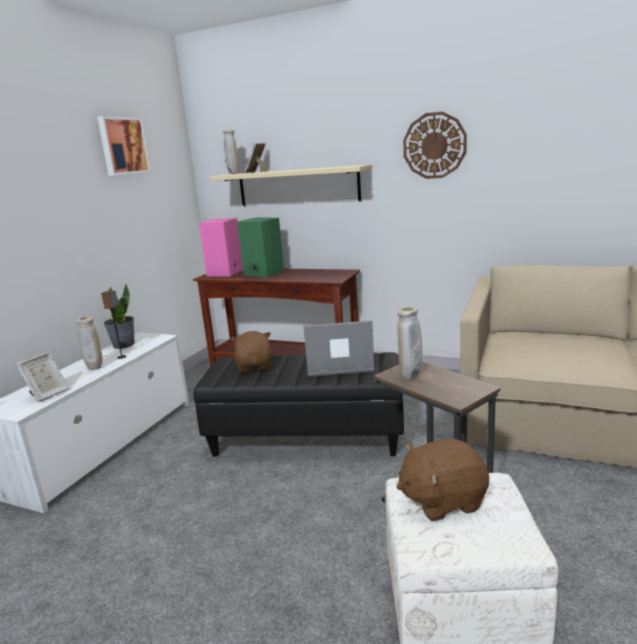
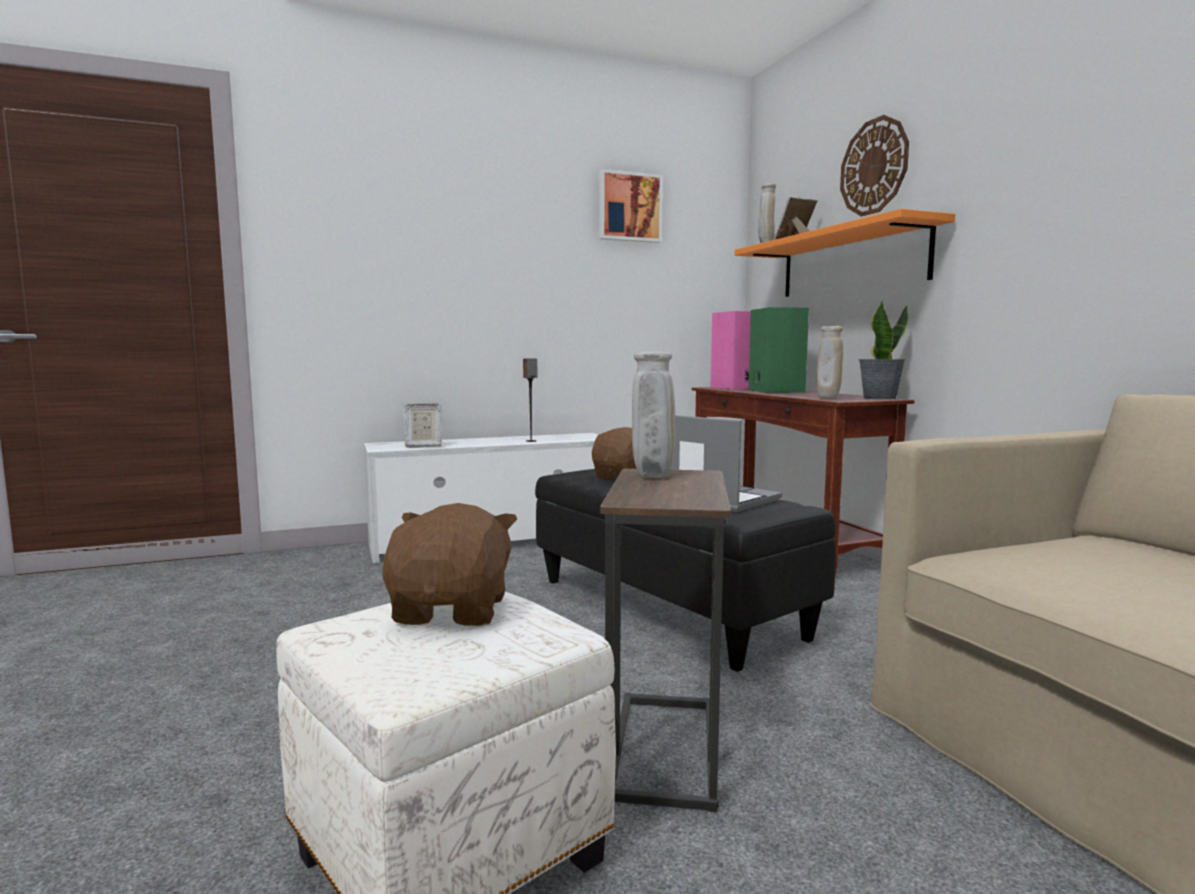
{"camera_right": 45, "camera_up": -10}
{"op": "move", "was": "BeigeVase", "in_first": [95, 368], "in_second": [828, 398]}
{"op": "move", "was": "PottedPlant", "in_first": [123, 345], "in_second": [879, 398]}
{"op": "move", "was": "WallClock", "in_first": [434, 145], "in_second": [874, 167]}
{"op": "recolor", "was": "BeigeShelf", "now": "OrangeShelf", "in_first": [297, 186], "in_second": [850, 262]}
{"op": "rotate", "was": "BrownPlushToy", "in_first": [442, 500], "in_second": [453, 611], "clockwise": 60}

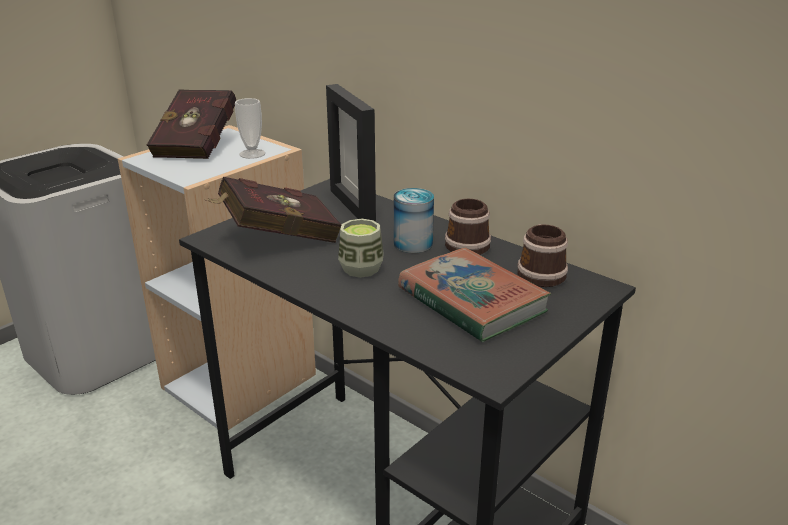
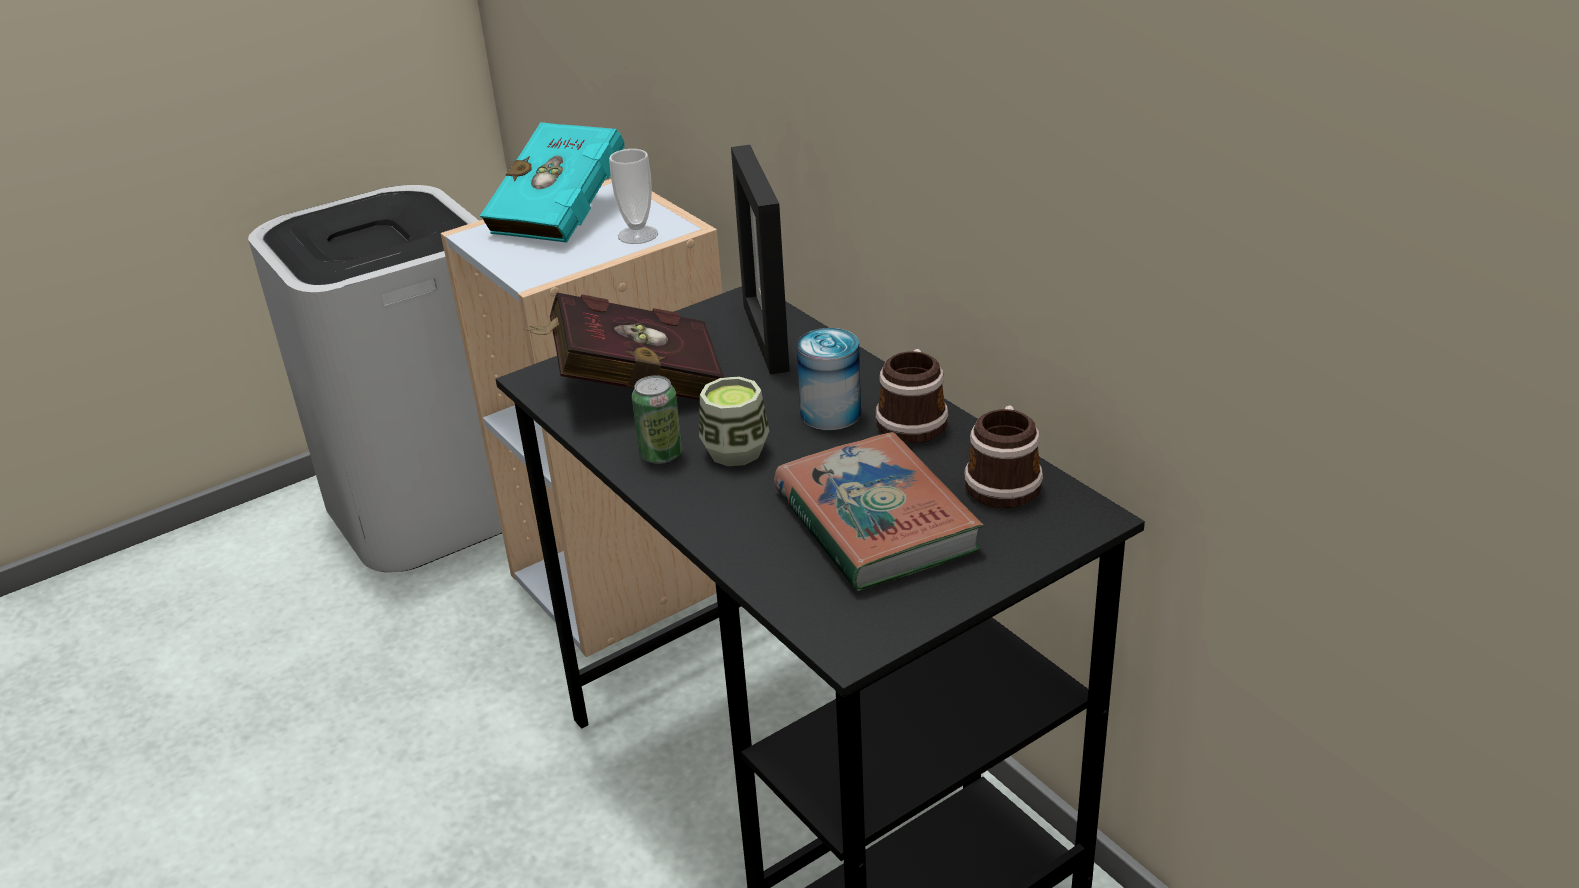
{"camera_right": 15, "camera_up": 5}
{"op": "insert", "now": "Can", "in_second": [661, 454]}
{"op": "recolor", "was": "RedBook", "now": "TurquoiseBook", "in_first": [199, 145], "in_second": [565, 214]}

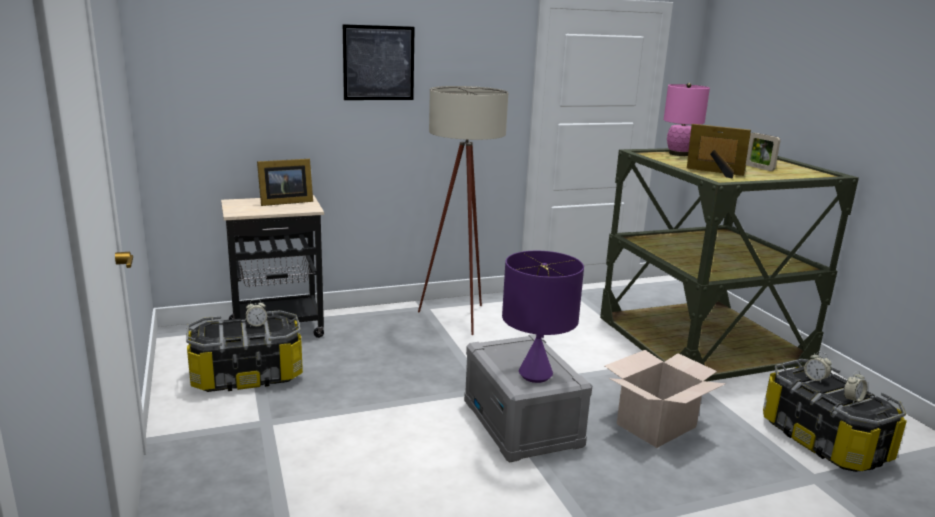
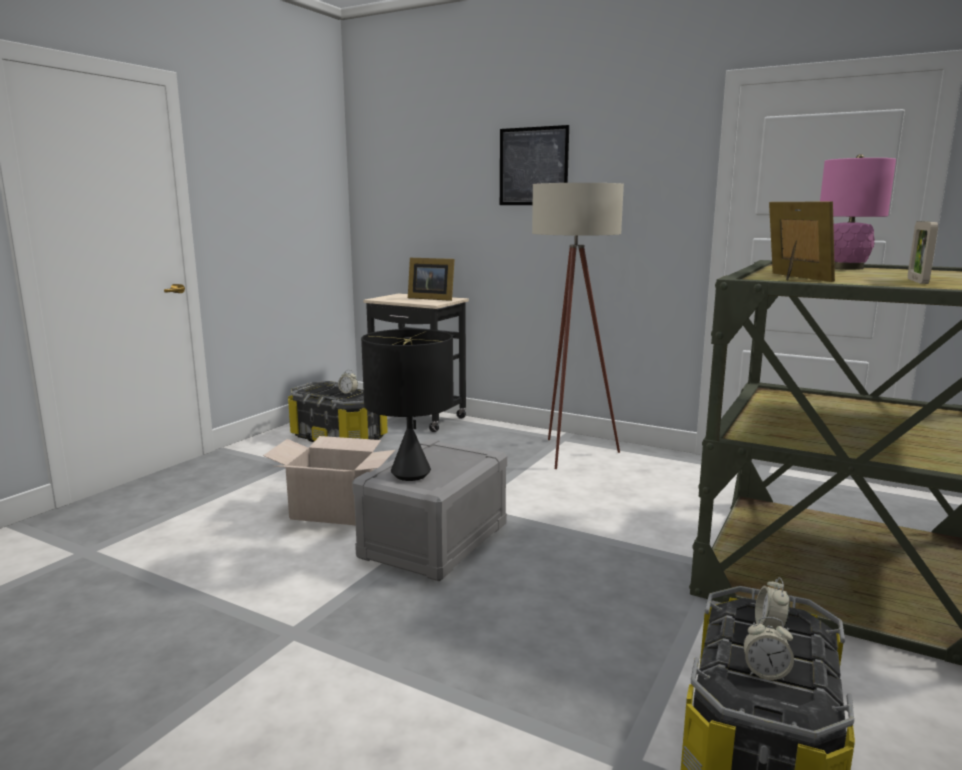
{"camera_right": 50, "camera_up": -5}
{"op": "move", "was": "CardboardBox", "in_first": [656, 426], "in_second": [332, 511]}
{"op": "recolor", "was": "PurpleTableLamp", "now": "BlackTableLamp", "in_first": [535, 376], "in_second": [410, 475]}

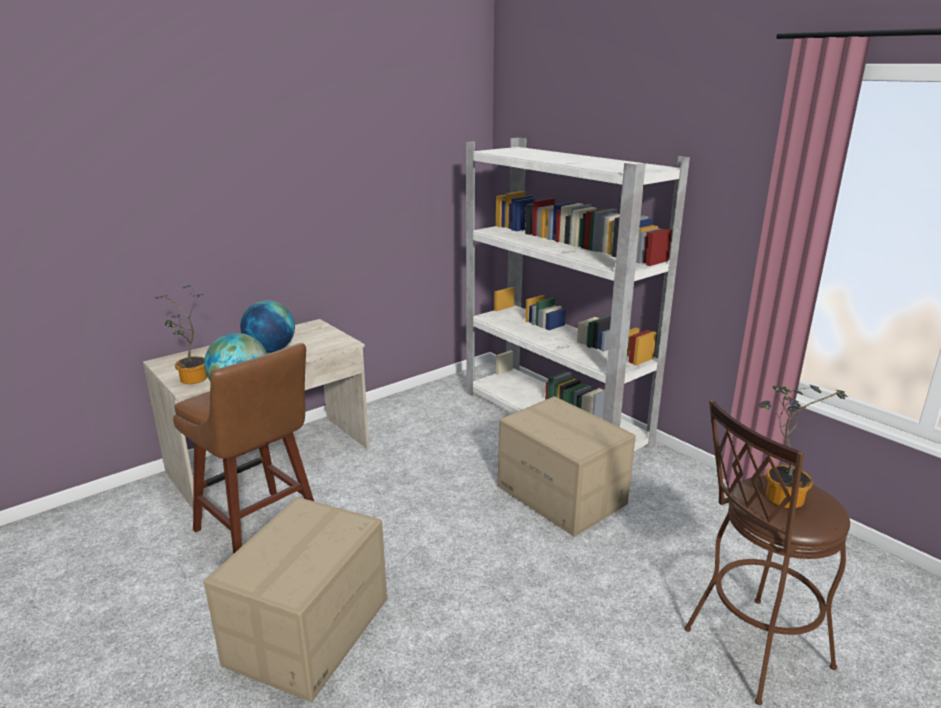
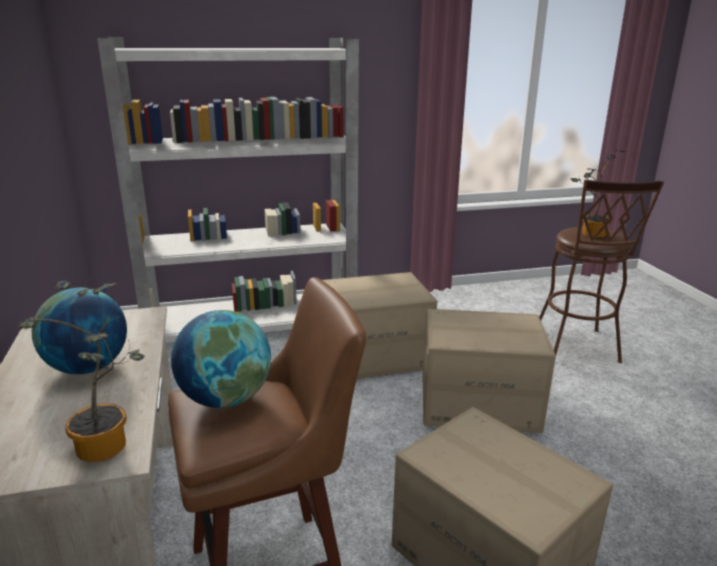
{"camera_right": -65, "camera_up": 0}
{"op": "insert", "now": "CardboardBox", "in_second": [479, 403]}

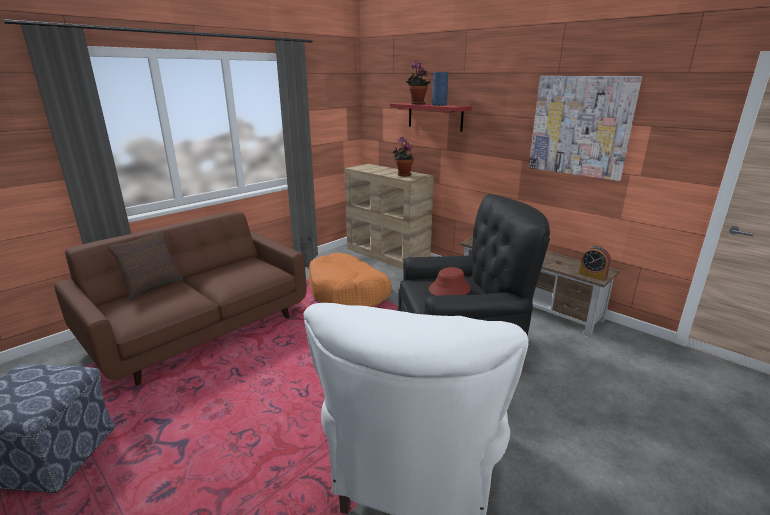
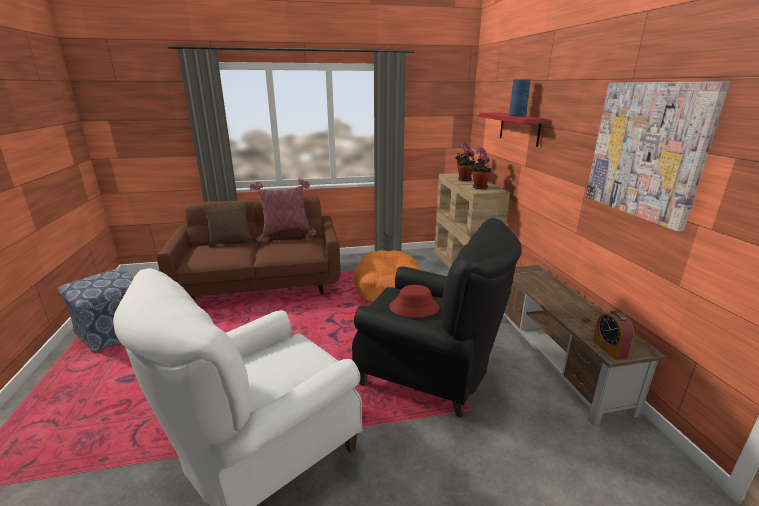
{"camera_right": 35, "camera_up": 0}
{"op": "insert", "now": "RedPillow", "in_second": [286, 238]}
{"op": "move", "was": "PottedPlant", "in_first": [416, 104], "in_second": [463, 179]}

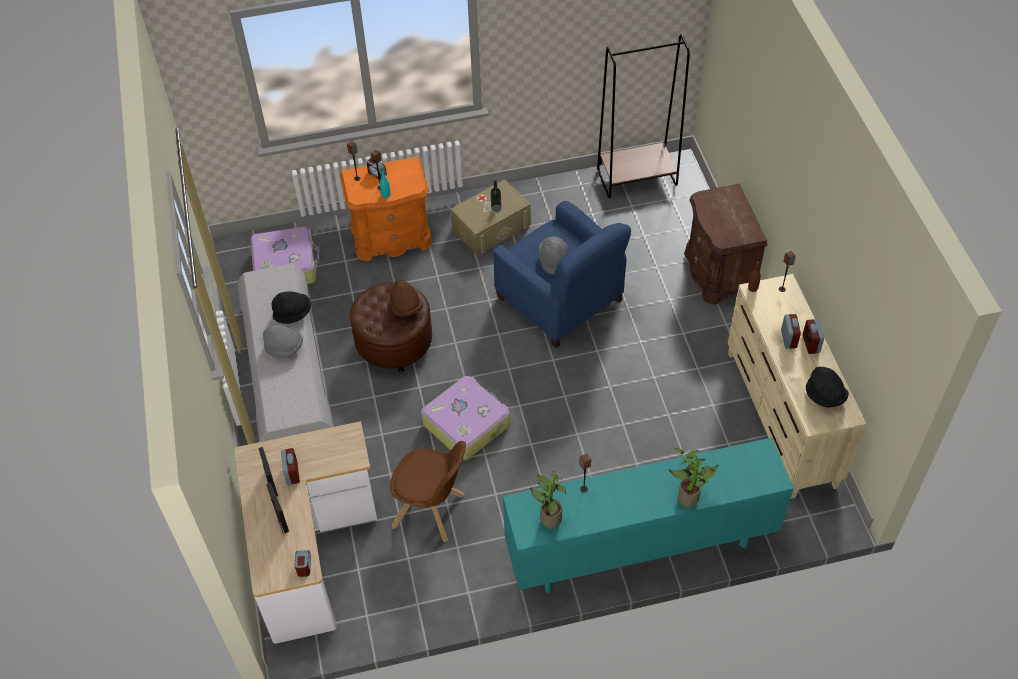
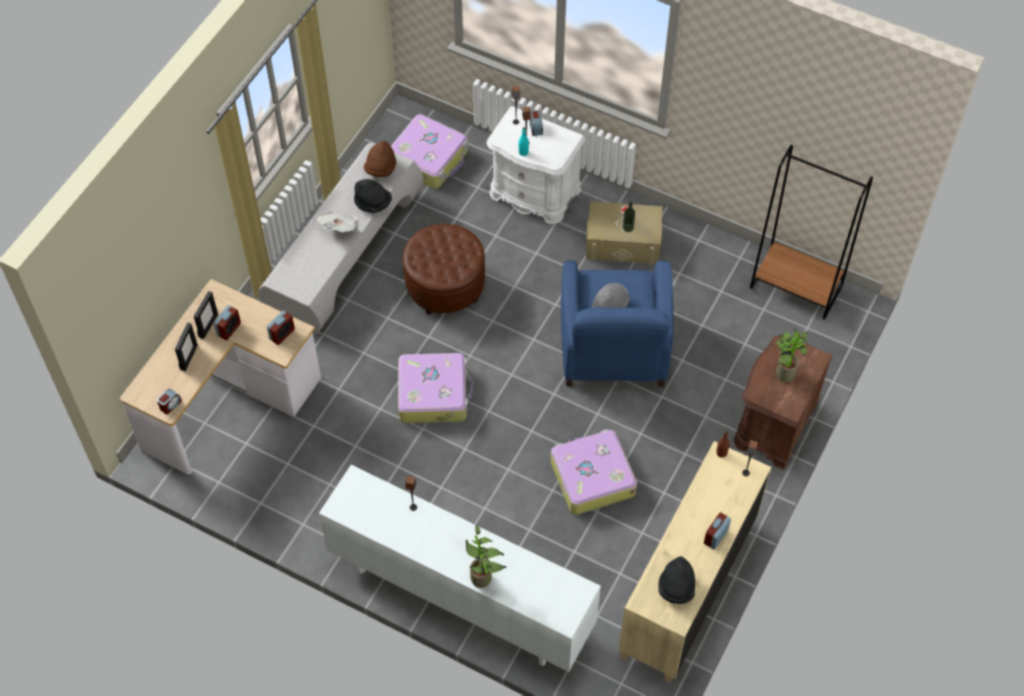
{"camera_right": 40, "camera_up": 5}
{"op": "delete", "was": "BrownChair", "in_first": [432, 511]}
{"op": "insert", "now": "Suitcase", "in_second": [591, 477]}
{"op": "move", "was": "BrownHat", "in_first": [405, 308], "in_second": [381, 168]}
{"op": "move", "was": "PottedPlant", "in_first": [548, 519], "in_second": [784, 371]}
{"op": "move", "was": "AlarmClock", "in_first": [788, 339], "in_second": [282, 334]}
{"op": "replace", "was": "GreyHat", "now": "Newspaper", "in_first": [284, 348], "in_second": [340, 228]}
{"op": "recolor", "was": "OrangeNightstand", "now": "WhiteNightstand", "in_first": [392, 238], "in_second": [533, 194]}
{"op": "recolor", "was": "TurquoiseCabinet", "now": "WhiteCabinet", "in_first": [640, 549], "in_second": [460, 598]}

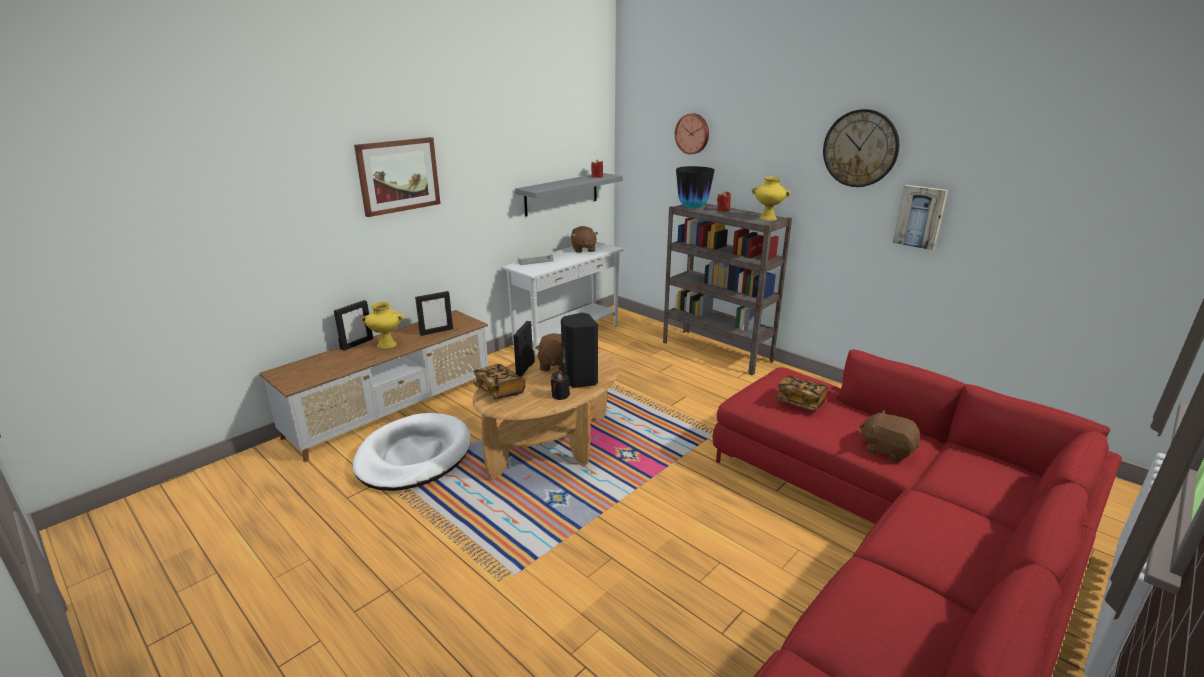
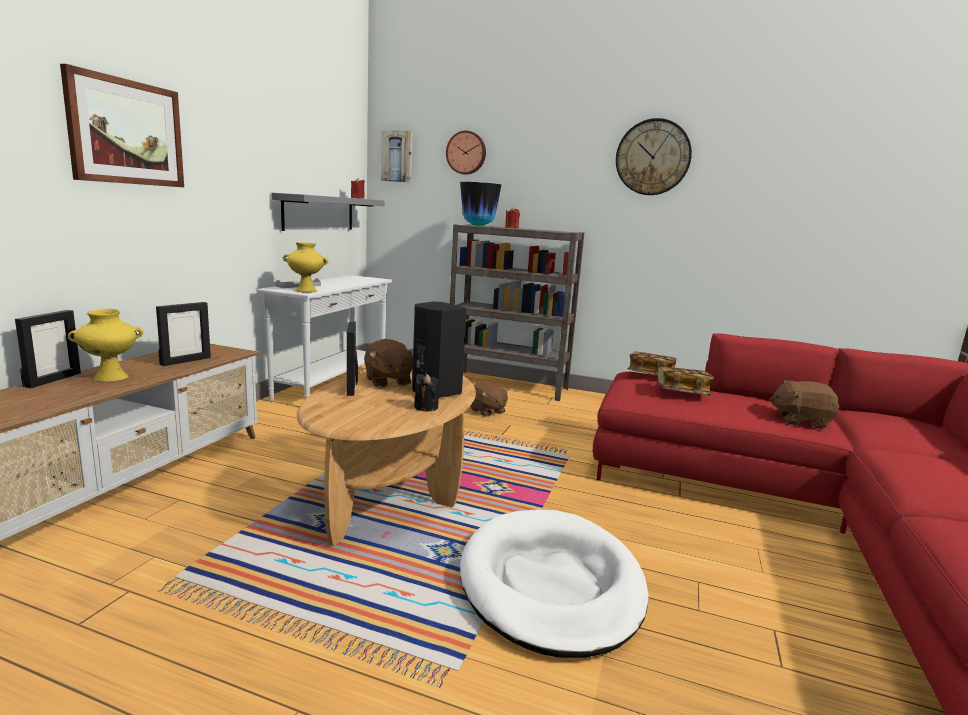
{"camera_right": -25, "camera_up": -10}
{"op": "move", "was": "WhiteDogBed", "in_first": [414, 456], "in_second": [550, 584]}
{"op": "move", "was": "Book", "in_first": [499, 391], "in_second": [650, 375]}
{"op": "move", "was": "BrownPlushToy", "in_first": [583, 249], "in_second": [487, 411]}
{"op": "move", "was": "YellowVase", "in_first": [768, 218], "in_second": [307, 291]}
{"op": "move", "was": "Picture", "in_first": [920, 216], "in_second": [397, 156]}

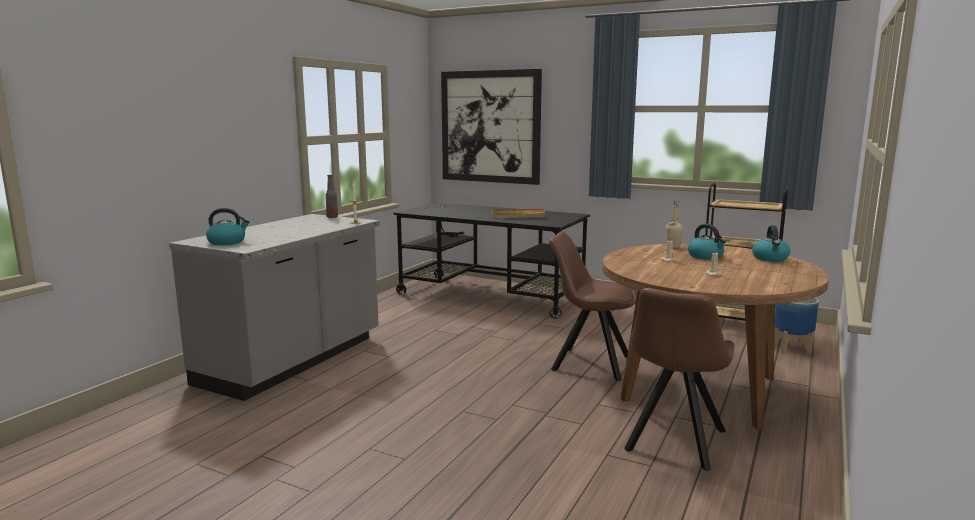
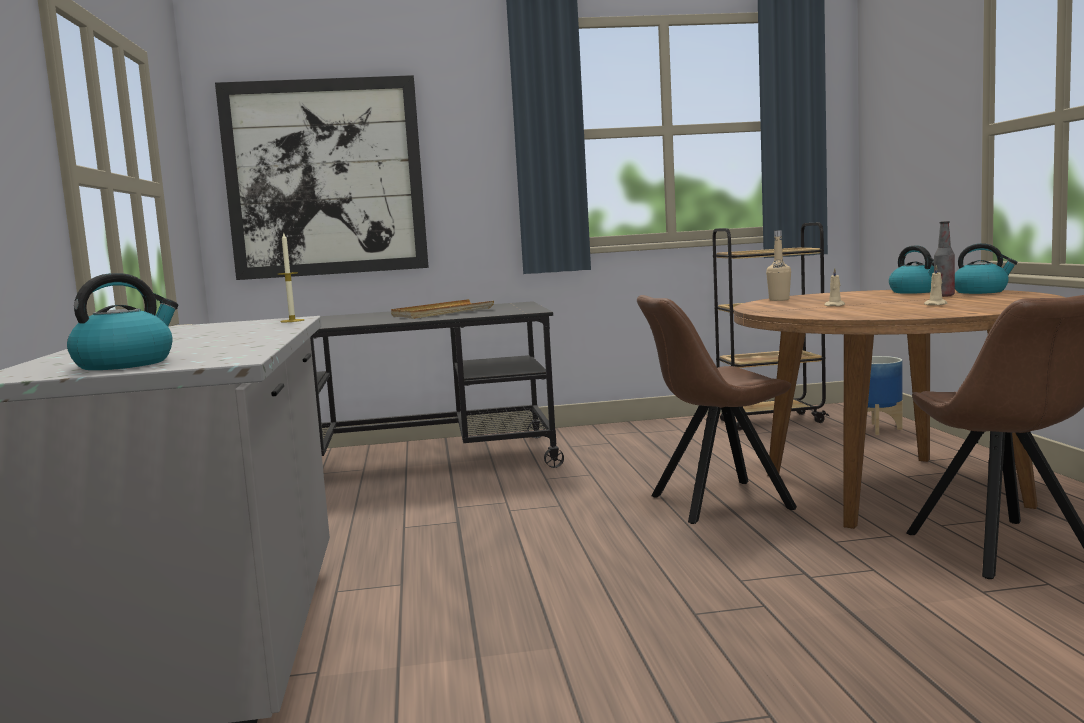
{"camera_right": -35, "camera_up": -5}
{"op": "move", "was": "Bottle", "in_first": [332, 217], "in_second": [944, 296]}
{"op": "move", "was": "Kettle", "in_first": [706, 256], "in_second": [981, 291]}

